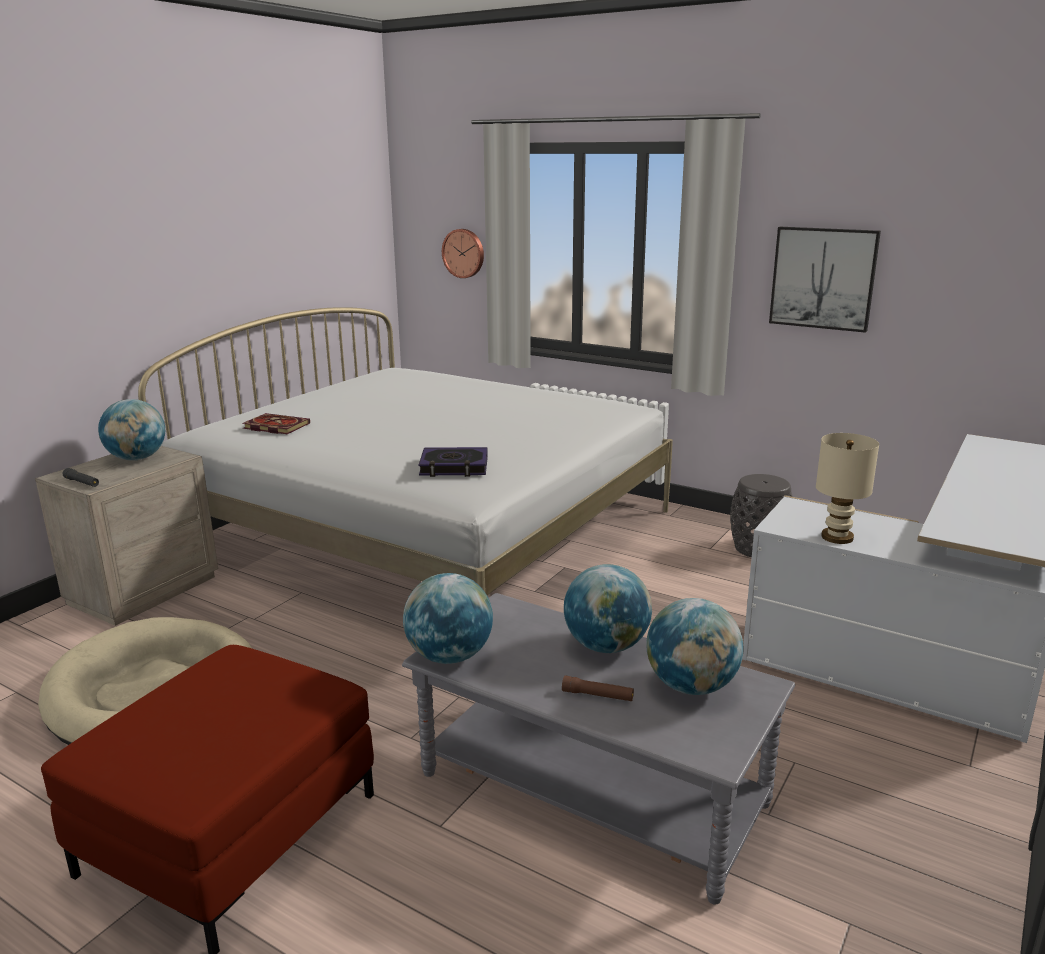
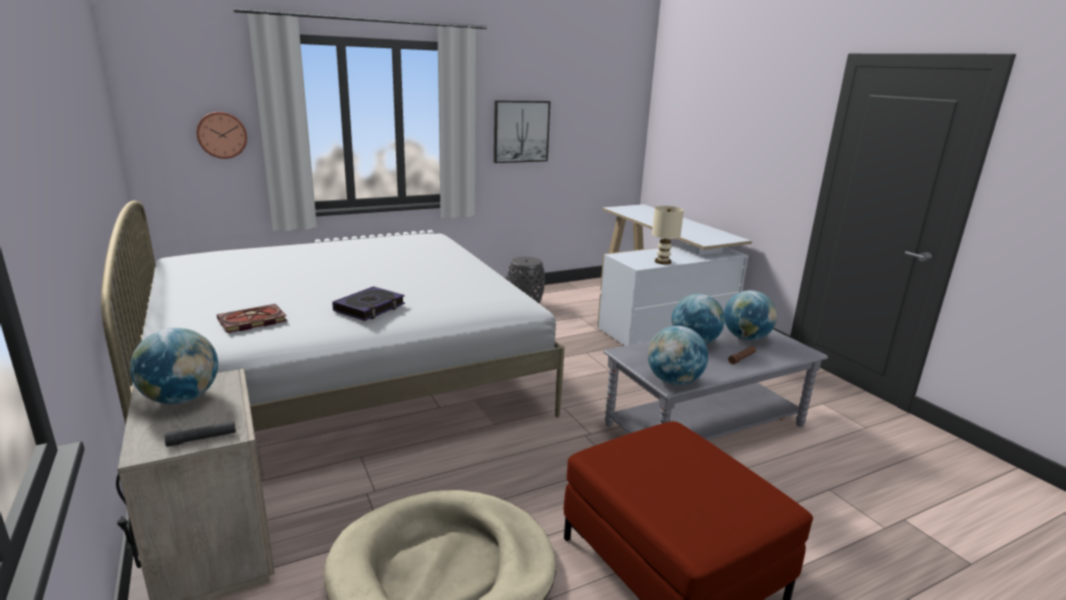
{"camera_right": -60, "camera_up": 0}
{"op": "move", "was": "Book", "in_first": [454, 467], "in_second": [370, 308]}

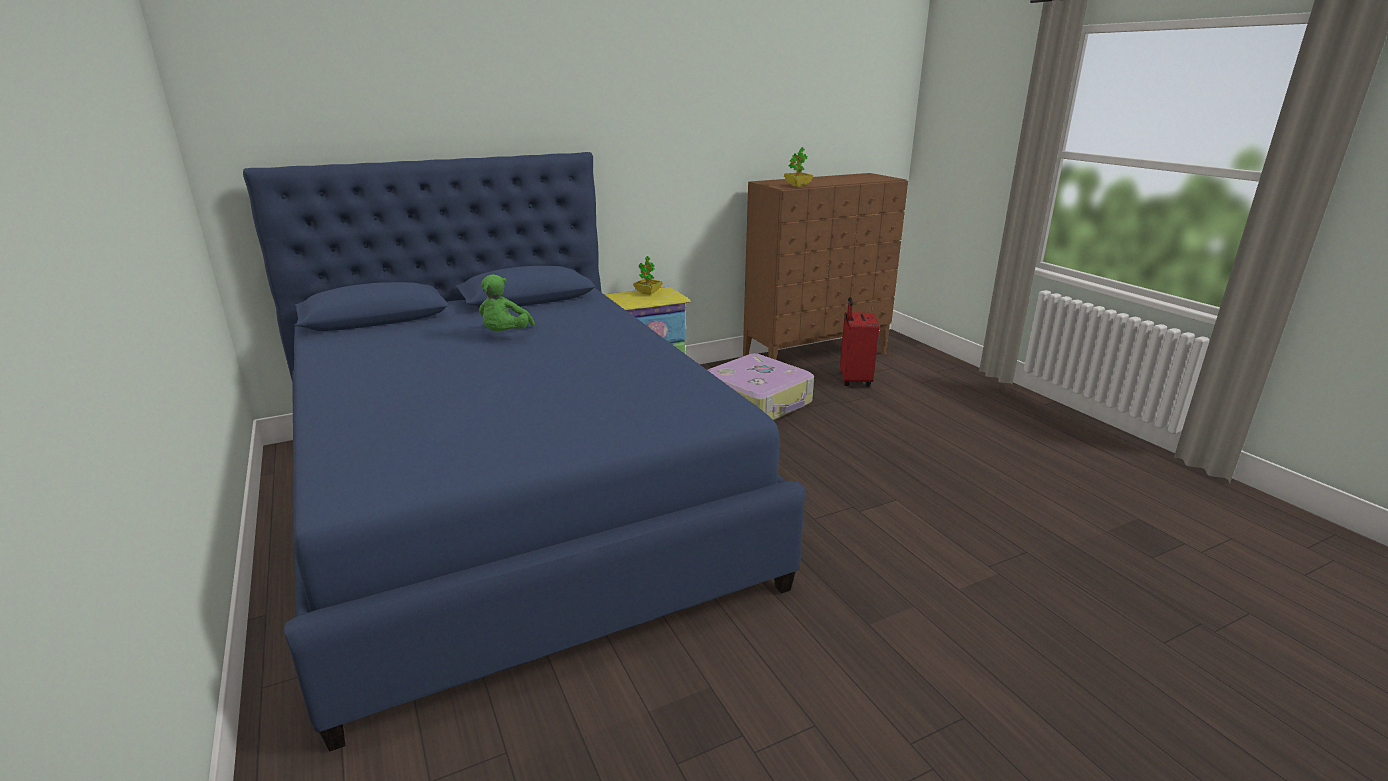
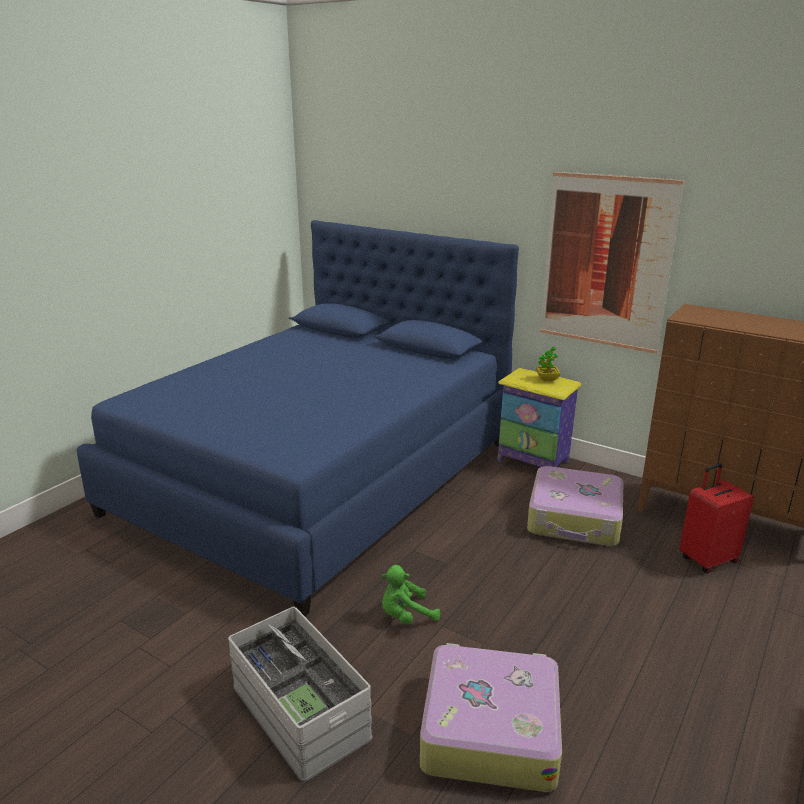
{"camera_right": 60, "camera_up": 0}
{"op": "delete", "was": "PottedPlant", "in_first": [797, 185]}
{"op": "insert", "now": "GreyStorageBox", "in_second": [298, 711]}
{"op": "insert", "now": "Suitcase", "in_second": [489, 729]}
{"op": "insert", "now": "Picture", "in_second": [606, 262]}
{"op": "move", "was": "GreenPlushToy", "in_first": [505, 335], "in_second": [406, 616]}

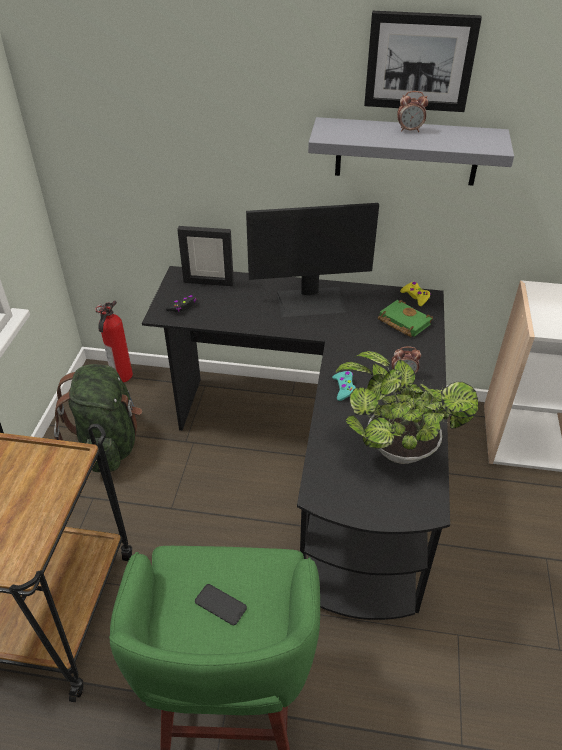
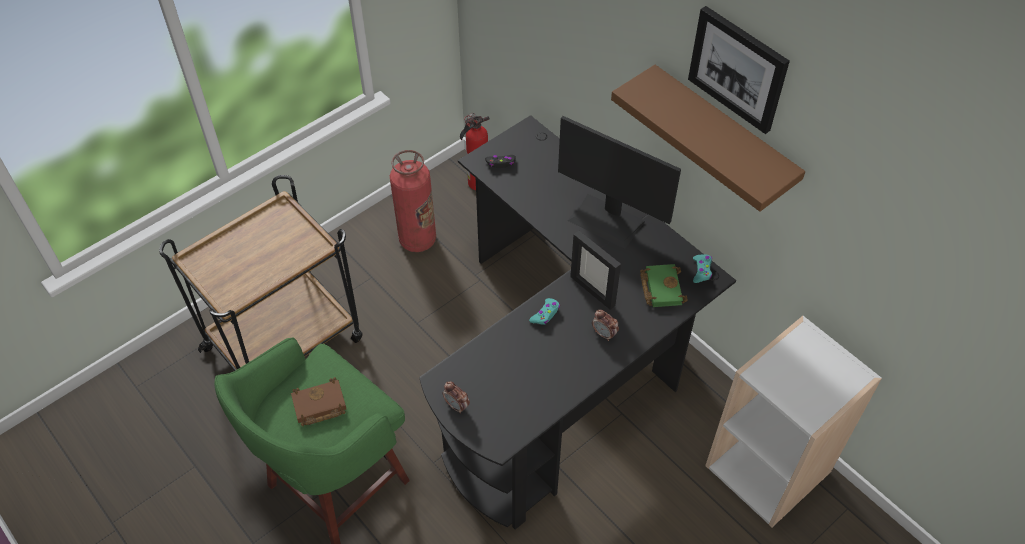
{"camera_right": 40, "camera_up": 10}
{"op": "delete", "was": "PottedPlant", "in_first": [395, 448]}
{"op": "move", "was": "PictureFrame", "in_first": [208, 282], "in_second": [593, 290]}
{"op": "move", "was": "AlarmClock", "in_first": [409, 130], "in_second": [457, 406]}
{"op": "replace", "was": "GreenBackpack", "now": "FireExtinguisher", "in_first": [108, 444], "in_second": [417, 239]}
{"op": "replace", "was": "Phone", "now": "BrownBook", "in_first": [220, 604], "in_second": [318, 406]}
{"op": "recolor", "was": "GreyShelf", "now": "BrownShelf", "in_first": [407, 152], "in_second": [722, 137]}
{"op": "recolor", "was": "YellowGameController", "now": "TurquoiseGameController", "in_first": [415, 296], "in_second": [701, 271]}

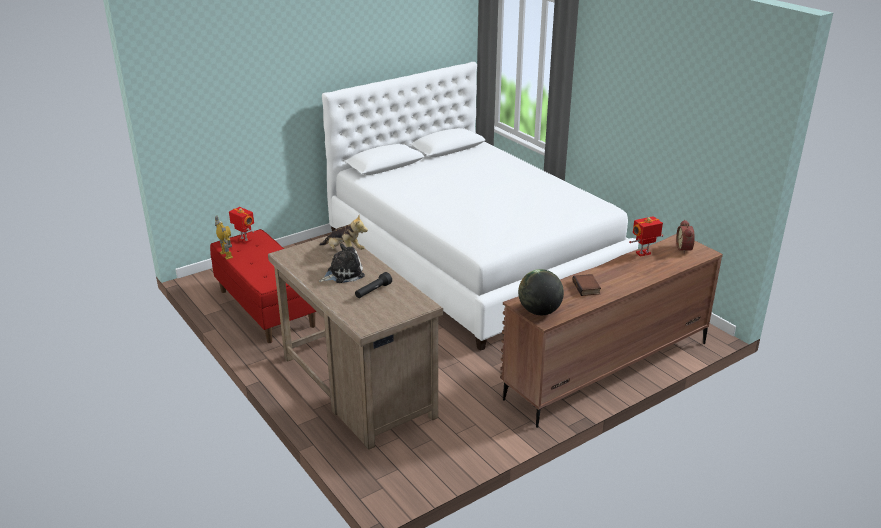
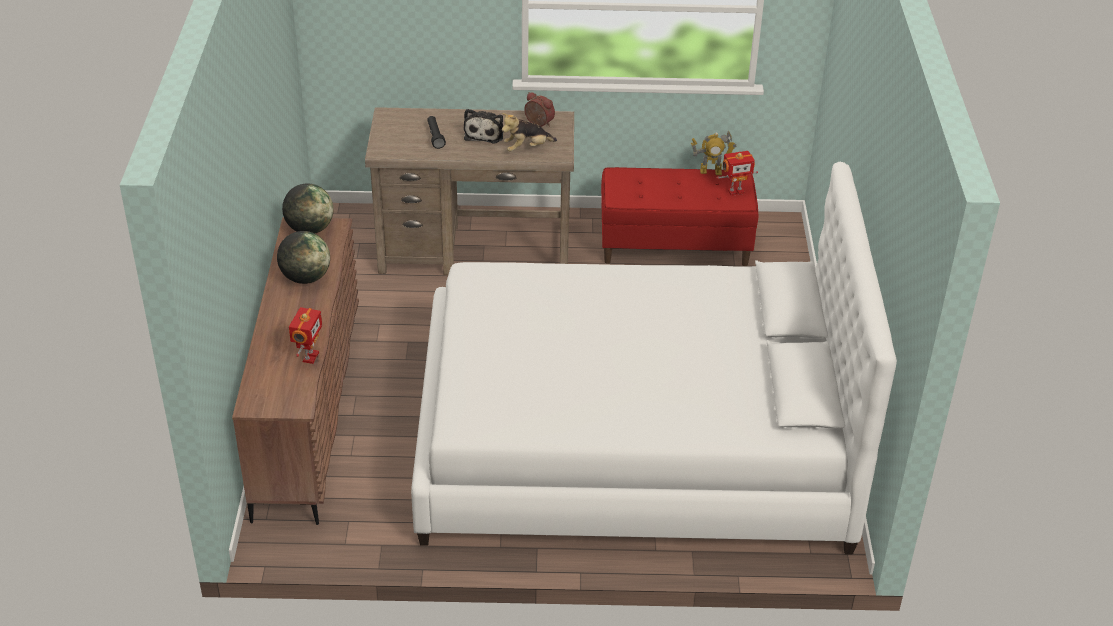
{"camera_right": 125, "camera_up": 10}
{"op": "move", "was": "AlarmClock", "in_first": [685, 249], "in_second": [538, 124]}
{"op": "replace", "was": "Book", "now": "Globe", "in_first": [587, 288], "in_second": [305, 278]}

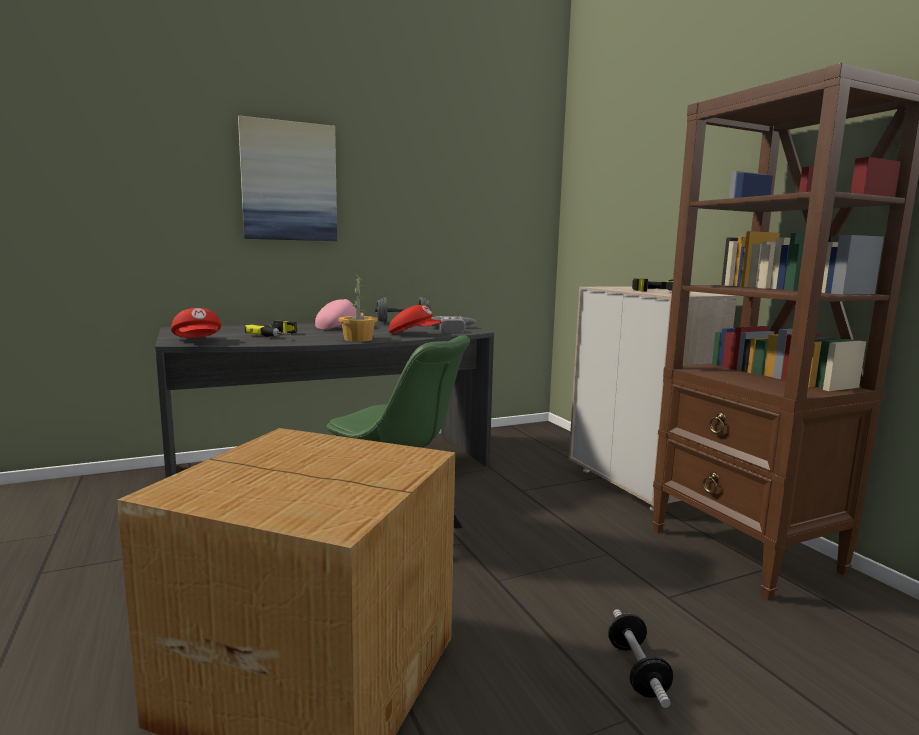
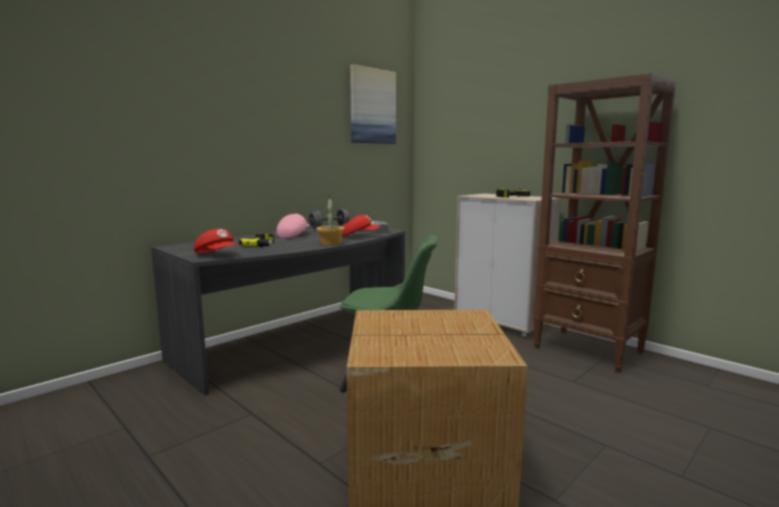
{"camera_right": -20, "camera_up": 0}
{"op": "delete", "was": "Dumbbell", "in_first": [637, 671]}
{"op": "move", "was": "Picture", "in_first": [289, 182], "in_second": [372, 106]}

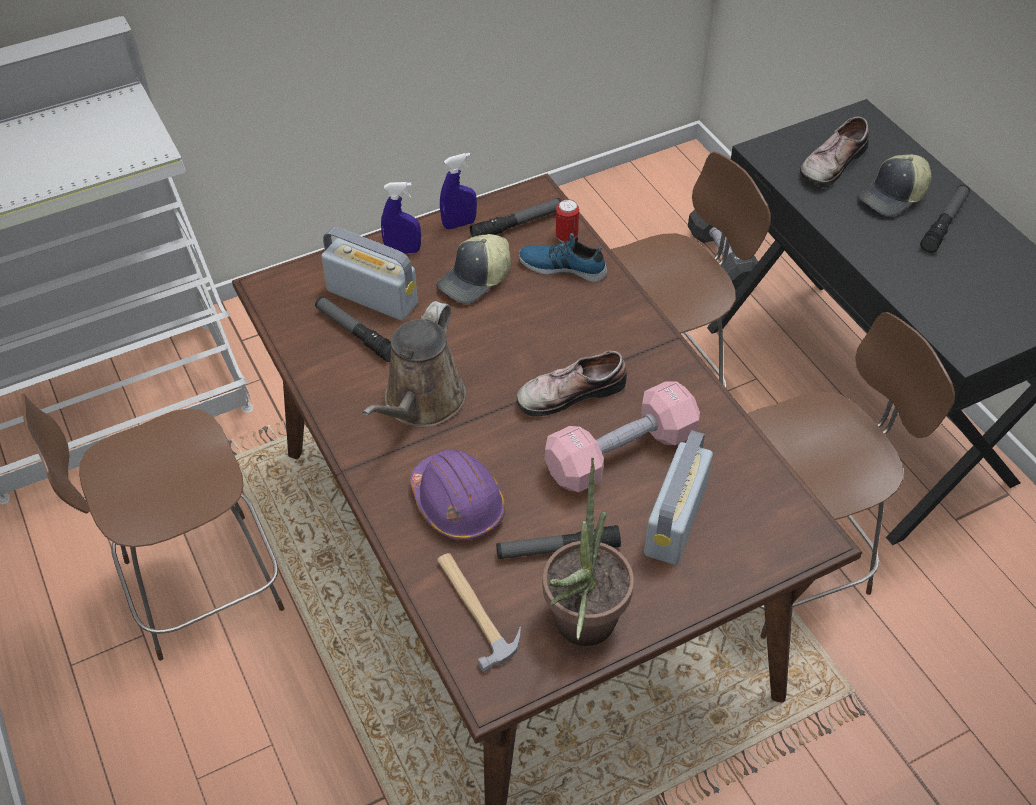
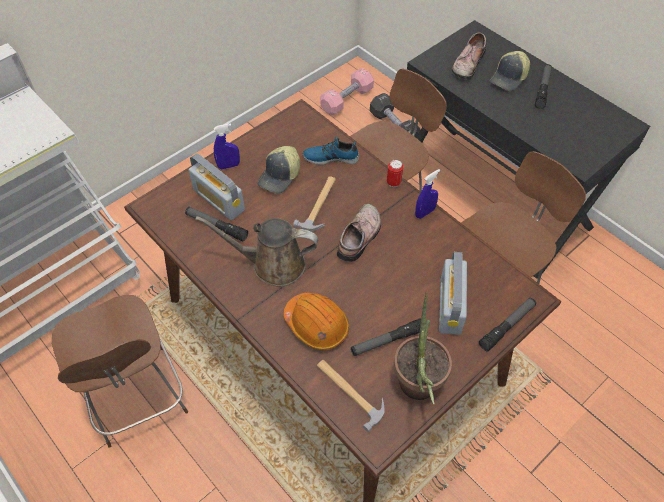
{"camera_right": -15, "camera_up": 5}
{"op": "insert", "now": "Hammer", "in_second": [320, 205]}
{"op": "move", "was": "BlueSprayBottle", "in_first": [459, 224], "in_second": [425, 213]}
{"op": "move", "was": "Flashlight", "in_first": [517, 225], "in_second": [507, 326]}
{"op": "move", "was": "PinkDumbbell", "in_first": [621, 453], "in_second": [347, 100]}
{"op": "move", "was": "Can", "in_first": [566, 237], "in_second": [393, 182]}
{"op": "recolor", "was": "PurpleHardHat", "now": "OrangeHardHat", "in_first": [458, 503], "in_second": [316, 325]}
{"op": "rotate", "was": "BrownChair", "in_first": [196, 587], "in_second": [138, 399], "clockwise": -75}
{"op": "rotate", "was": "Radio", "in_first": [372, 297], "in_second": [219, 200], "clockwise": -150}
{"op": "rotate", "was": "BrownWateringCan", "in_first": [421, 403], "in_second": [272, 264], "clockwise": 90}
{"op": "rotate", "was": "Shoe", "in_first": [569, 391], "in_second": [360, 237], "clockwise": 150}

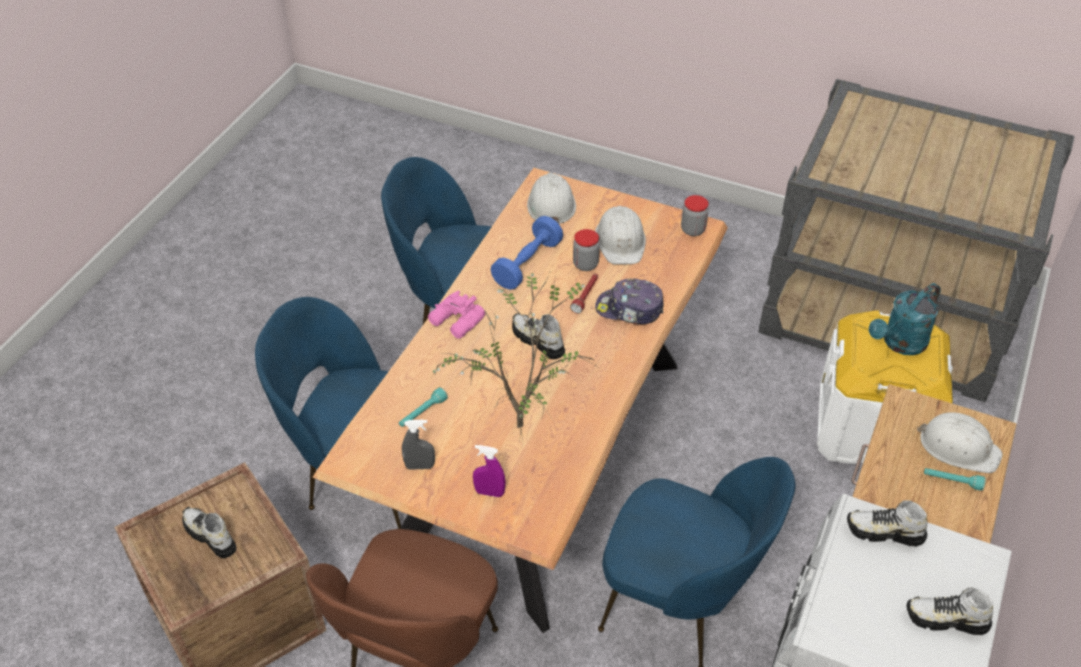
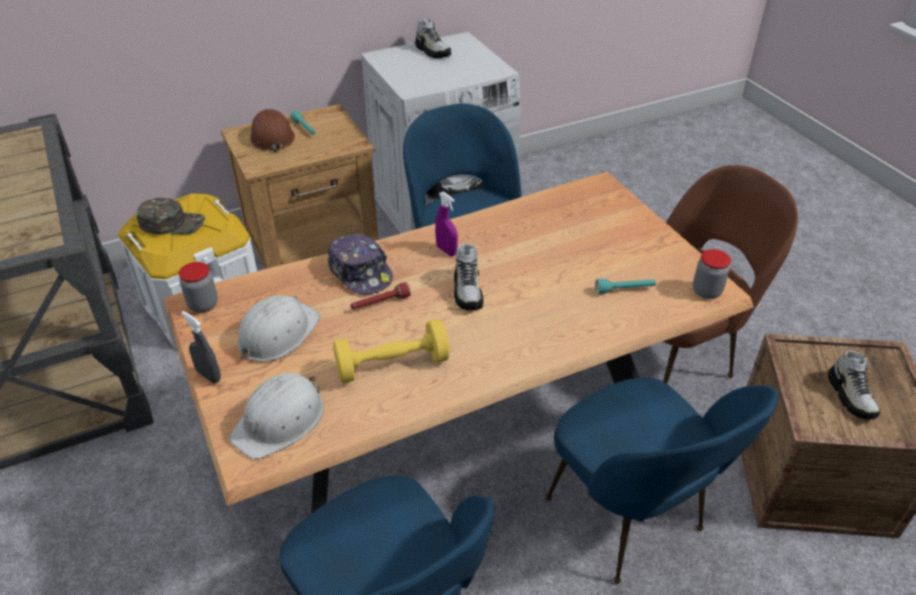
{"camera_right": -140, "camera_up": -5}
{"op": "delete", "was": "PinkBinoculars", "in_first": [457, 322]}
{"op": "delete", "was": "PottedPlant", "in_first": [520, 421]}
{"op": "delete", "was": "Shoe", "in_first": [884, 532]}
{"op": "move", "was": "GreySprayBottle", "in_first": [420, 466], "in_second": [209, 375]}
{"op": "move", "was": "PurpleSprayBottle", "in_first": [489, 492], "in_second": [446, 250]}
{"op": "move", "was": "Jar", "in_first": [585, 264], "in_second": [706, 291]}
{"op": "replace", "was": "TurquoiseWateringCan", "now": "GreenCap", "in_first": [900, 344], "in_second": [172, 223]}
{"op": "recolor", "was": "BlueDumbbell", "now": "YellowDumbbell", "in_first": [527, 264], "in_second": [392, 365]}
{"op": "recolor", "was": "WhiteHardHat", "now": "BrownHardHat", "in_first": [958, 447], "in_second": [272, 137]}

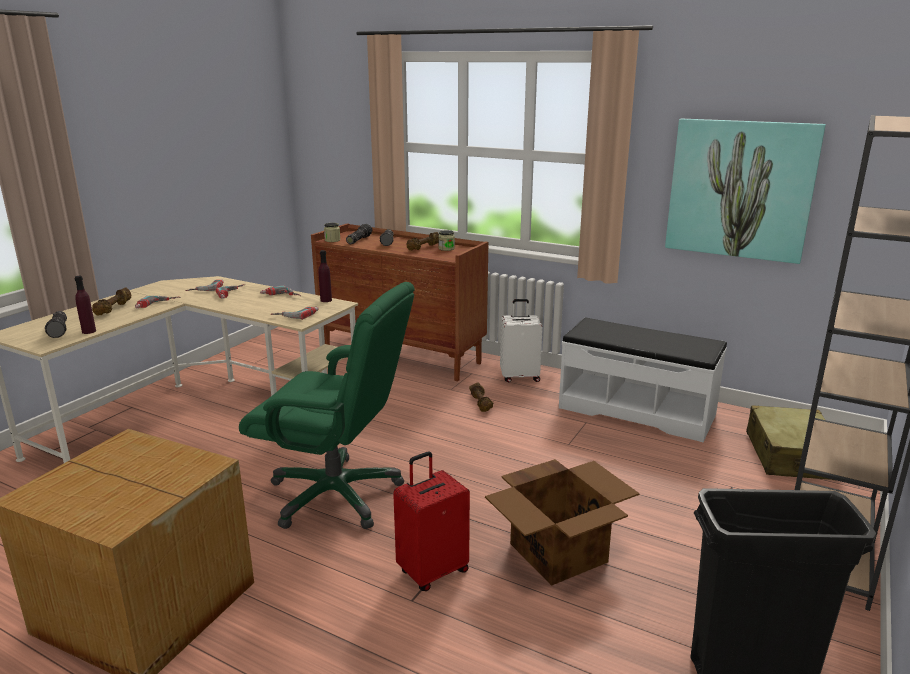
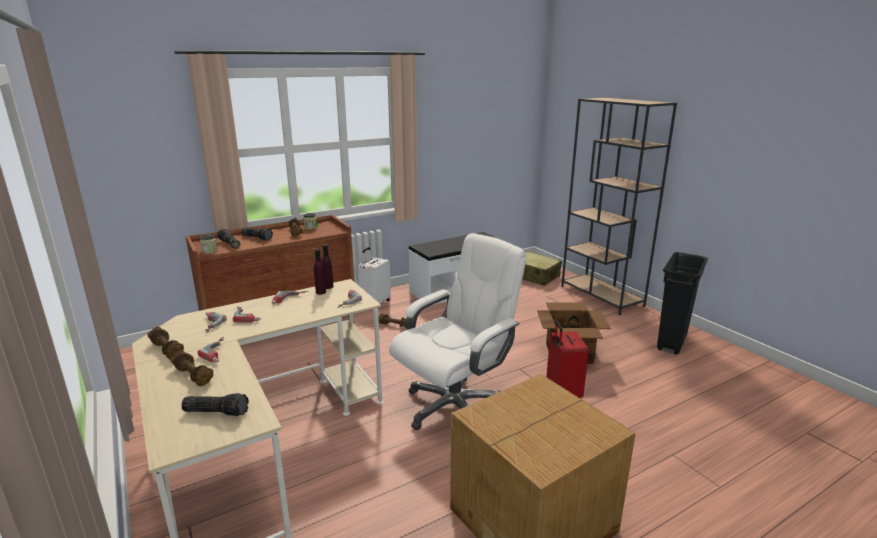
{"camera_right": -60, "camera_up": 0}
{"op": "delete", "was": "Picture", "in_first": [740, 189]}
{"op": "insert", "now": "BrownDumbbell", "in_second": [167, 350]}
{"op": "move", "was": "PurpleBottle", "in_first": [89, 331], "in_second": [321, 292]}
{"op": "recolor", "was": "GreenOfficeChair", "now": "WhiteOfficeChair", "in_first": [336, 495], "in_second": [455, 406]}

